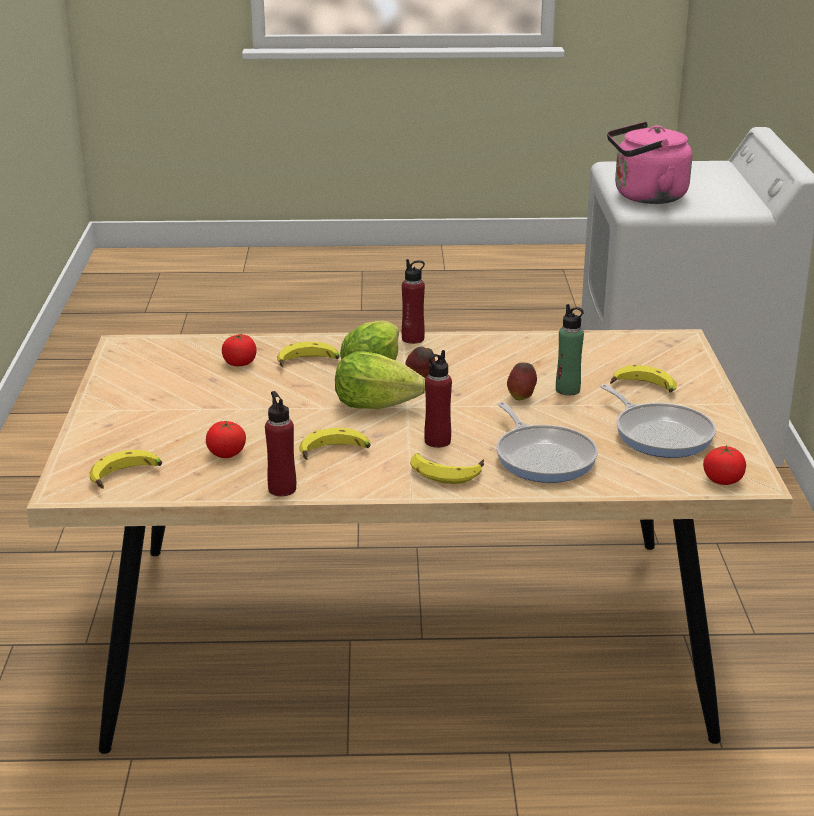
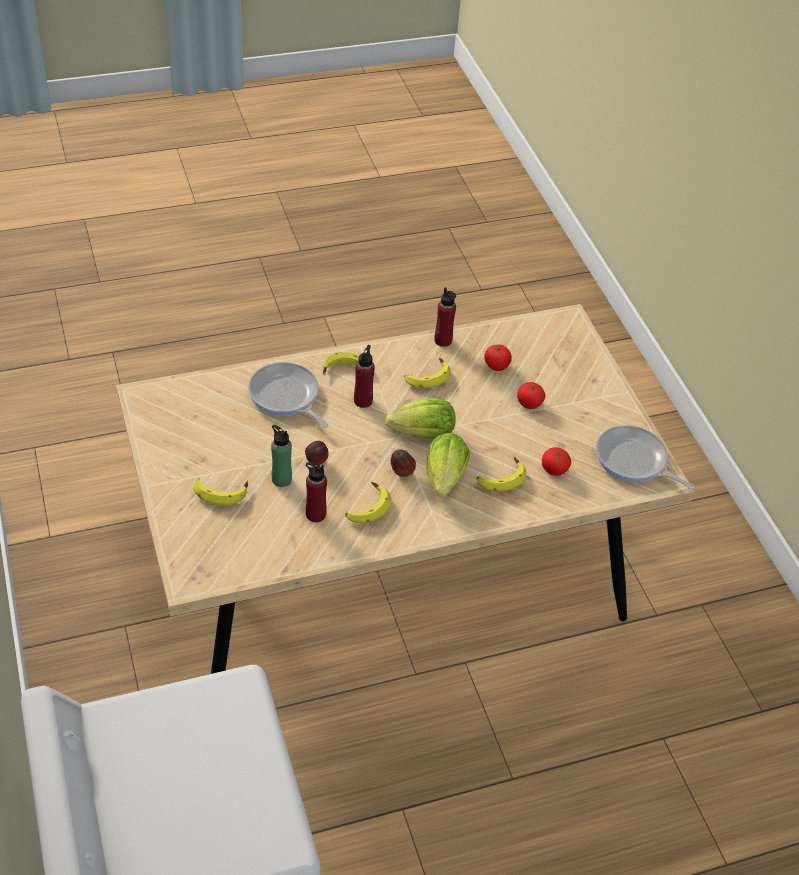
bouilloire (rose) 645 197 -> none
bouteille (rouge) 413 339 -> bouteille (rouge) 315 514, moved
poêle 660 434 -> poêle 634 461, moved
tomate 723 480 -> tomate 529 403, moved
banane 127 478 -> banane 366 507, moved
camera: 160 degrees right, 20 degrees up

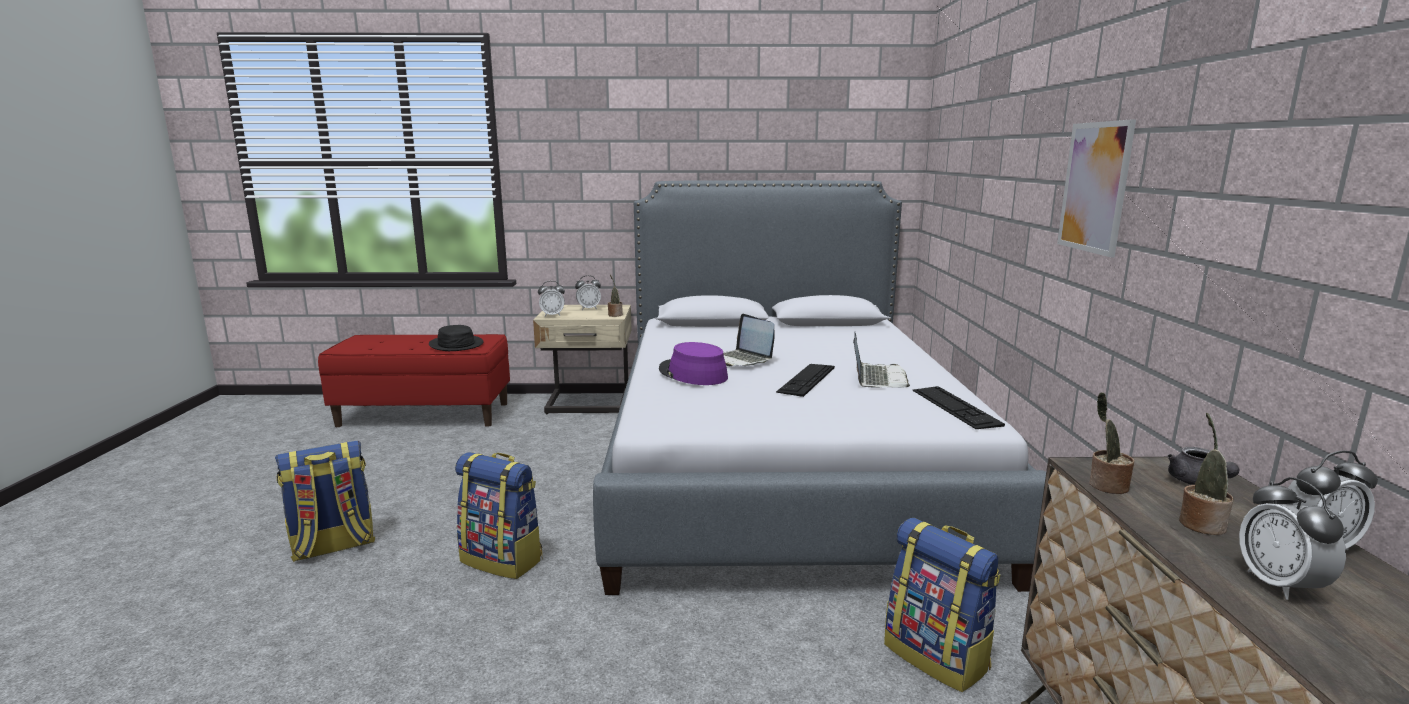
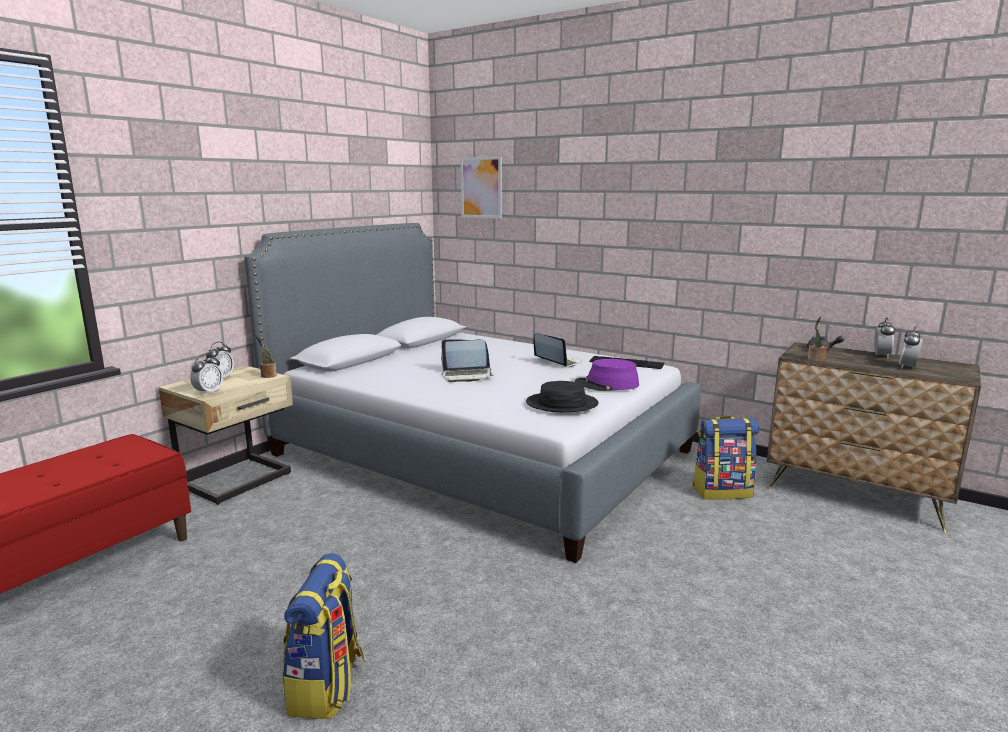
tableau 1094 187 -> tableau 481 187, moved
chapeau (noir) 456 344 -> chapeau (noir) 562 404, moved
chapeau (violet) 692 374 -> chapeau (violet) 607 384, moved
clavier 806 379 -> none
plante en pot 1200 523 -> none
sac à dos 503 560 -> none
réveil 1279 585 -> réveil 907 367, 90 degrees clockwise
camera: 55 degrees left, 0 degrees up

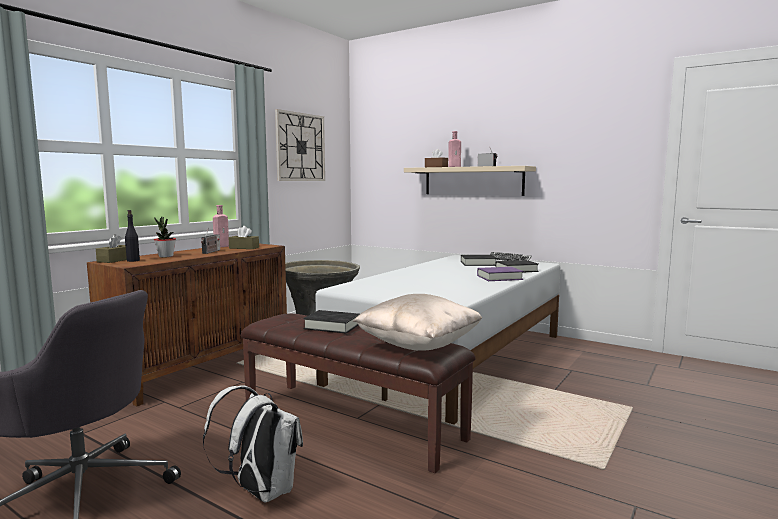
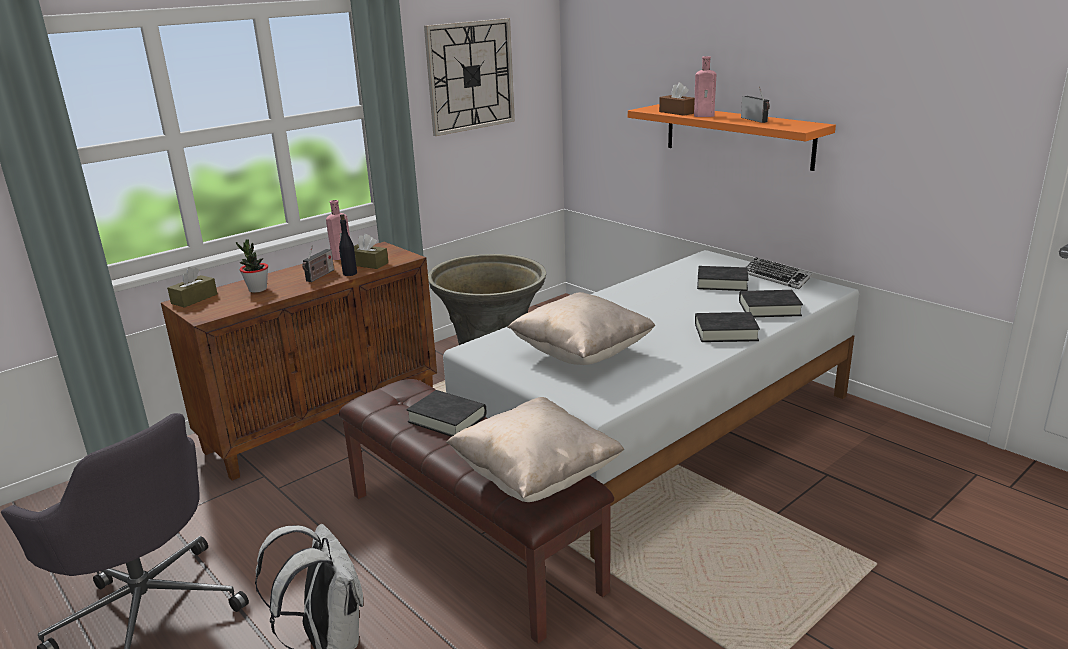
étagère (beige) 473 181 -> étagère (orange) 737 136
bouteille (noir) 133 260 -> bouteille (noir) 349 273, moved
livre (violet) 499 278 -> livre (noir) 726 332
none -> coussin (beige) 582 354
camera: 15 degrees right, 15 degrees up

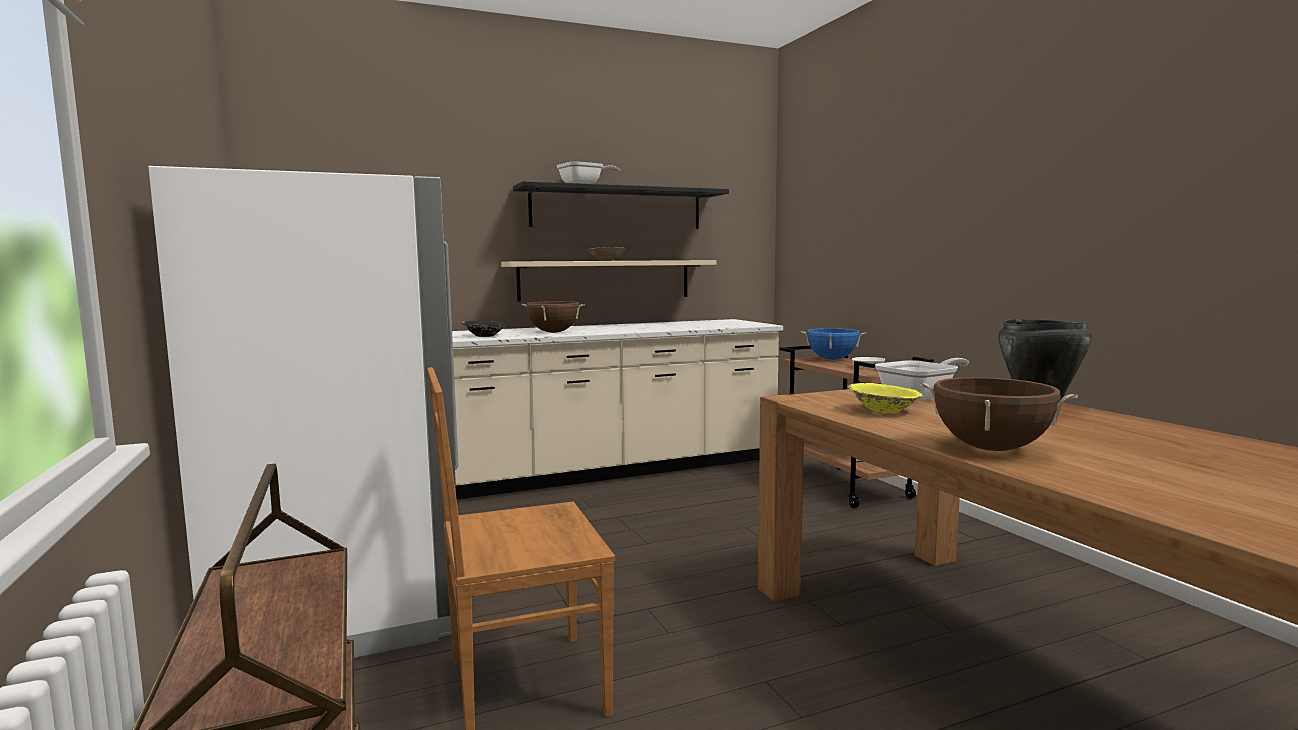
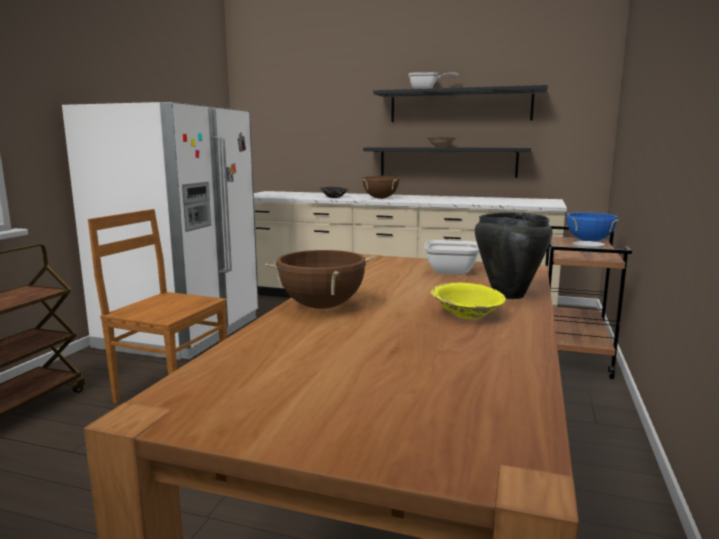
étagère (beige) 605 280 -> étagère (noir) 447 162
bol (jaune) 883 410 -> bol (jaune) 467 315, moved
camera: 40 degrees right, 5 degrees up

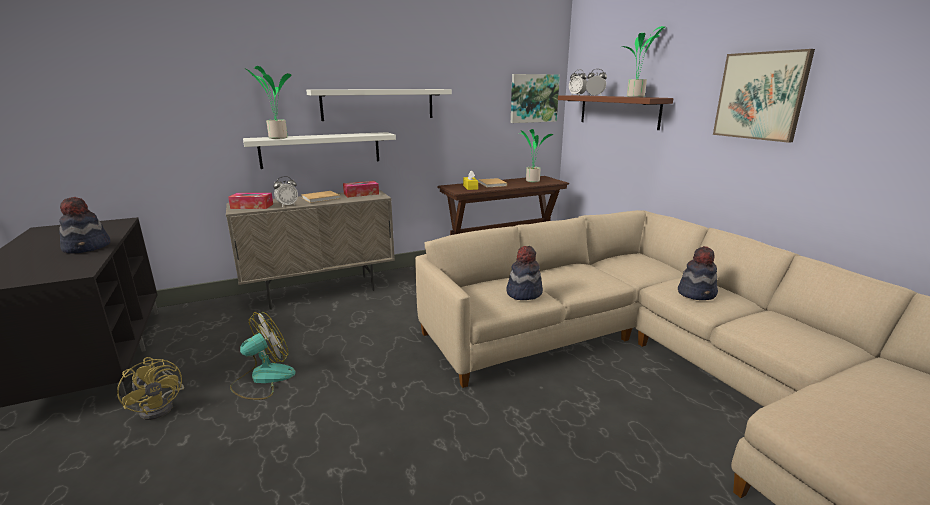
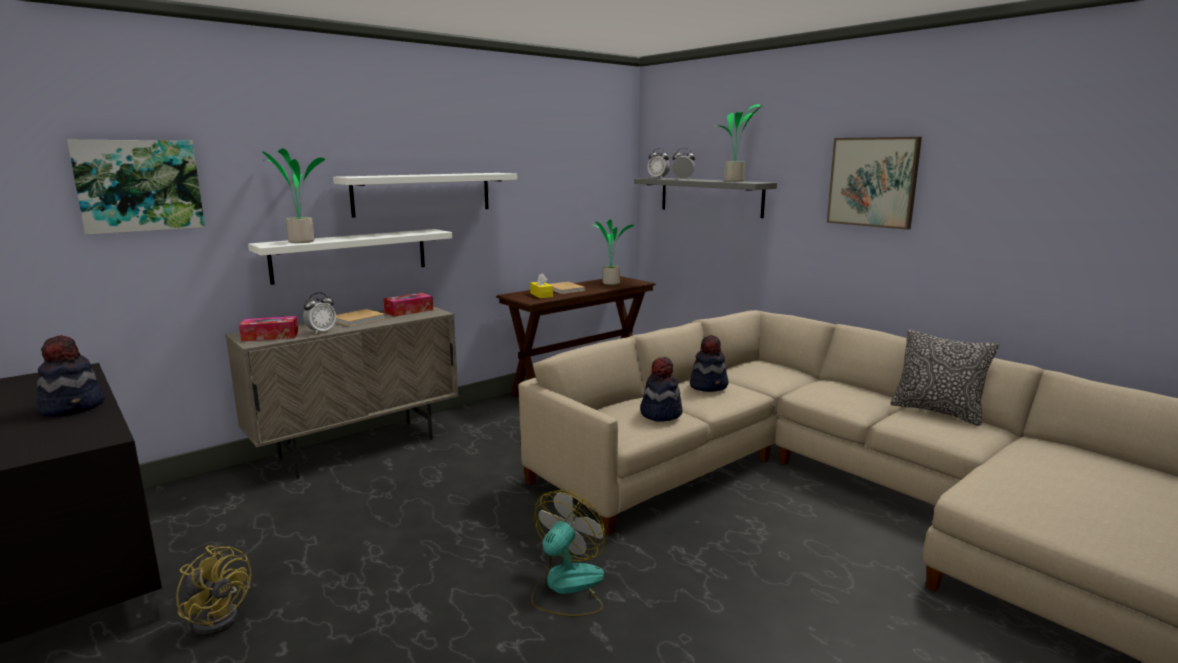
tableau 533 98 -> tableau 139 185, moved
étagère (marron) 618 111 -> étagère (gris) 710 196
chapeau 697 293 -> chapeau 709 386, moved
ventilateur 263 379 -> ventilateur 566 587, moved
none -> coussin 937 411
camera: 15 degrees left, 5 degrees down

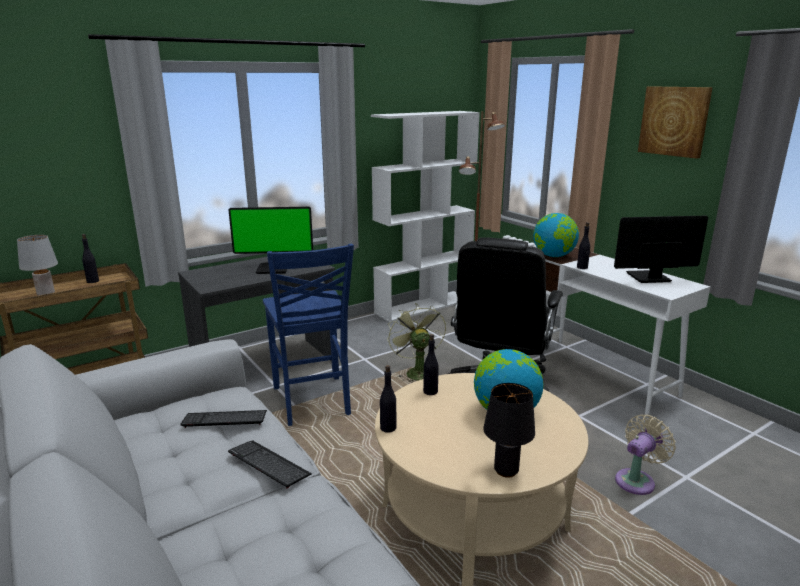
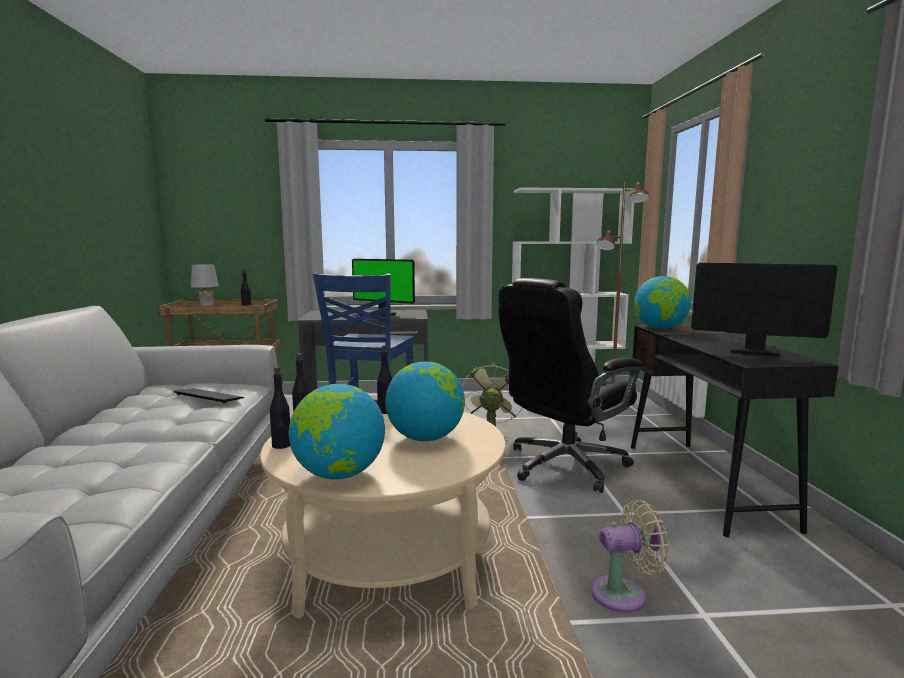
tableau 674 121 -> none
bouteille (noir) 582 267 -> bouteille (noir) 281 445, moved
bureau (blanc) 599 373 -> bureau (noir) 704 483
lampe de table (noir) 505 471 -> globe 339 474
clavier 268 464 -> none
camera: 30 degrees right, 10 degrees down

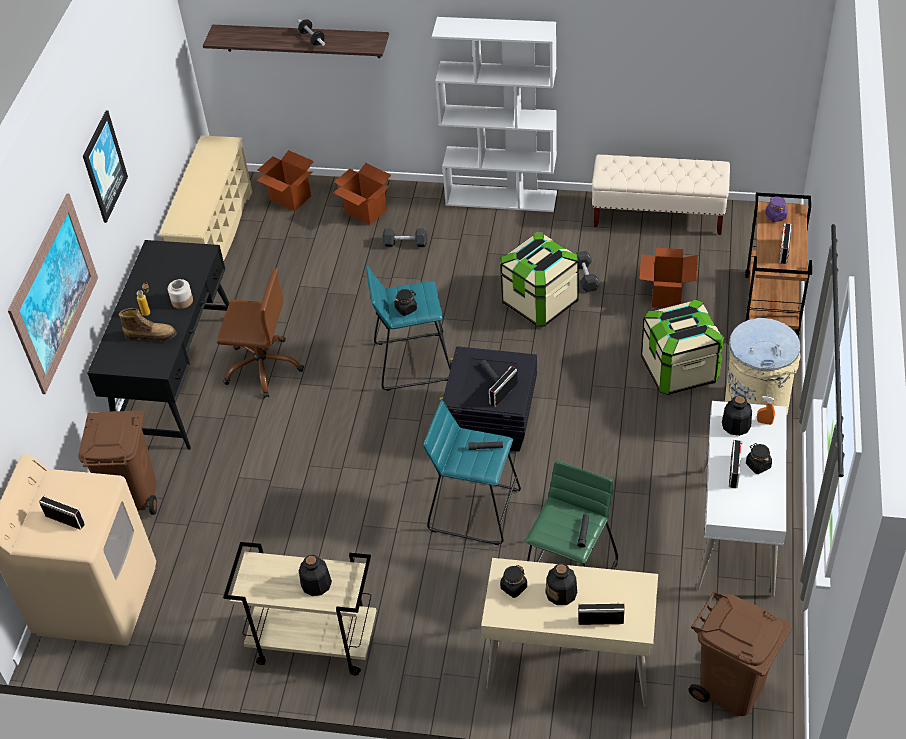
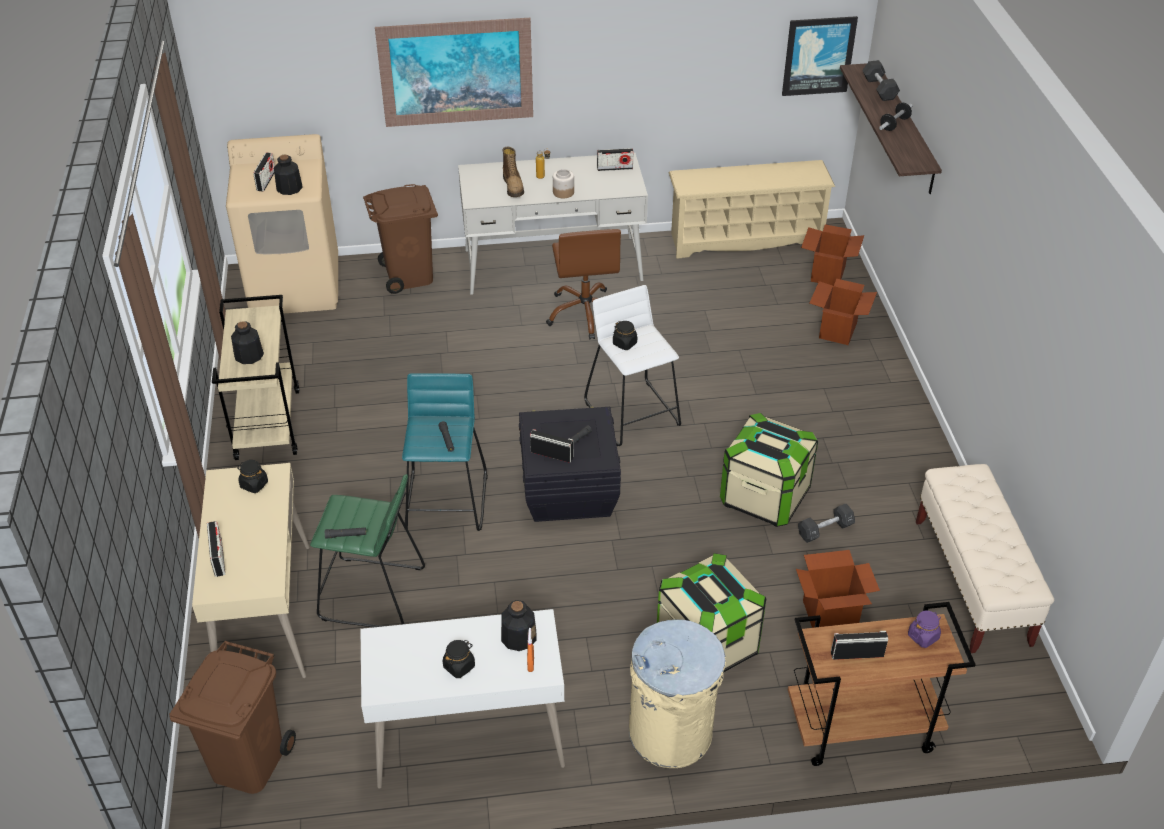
bibliothèque (blanc) 502 198 -> none
tableau 103 166 -> tableau 818 55, moved
haltère (noir) 405 243 -> haltère (noir) 879 89, moved
bureau (noir) 178 377 -> bureau (blanc) 553 265
tabouret (turquoise) 412 361 -> tabouret (blanc) 633 413
radio 734 471 -> radio 614 168, moved
bouteille 561 593 -> bouteille 289 188, moved
camera: 70 degrees right, 5 degrees down

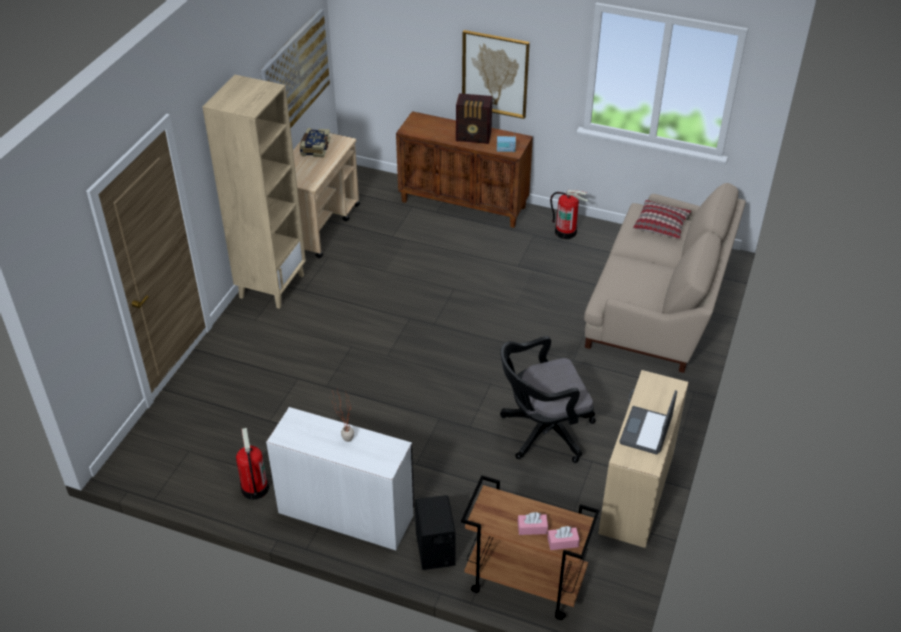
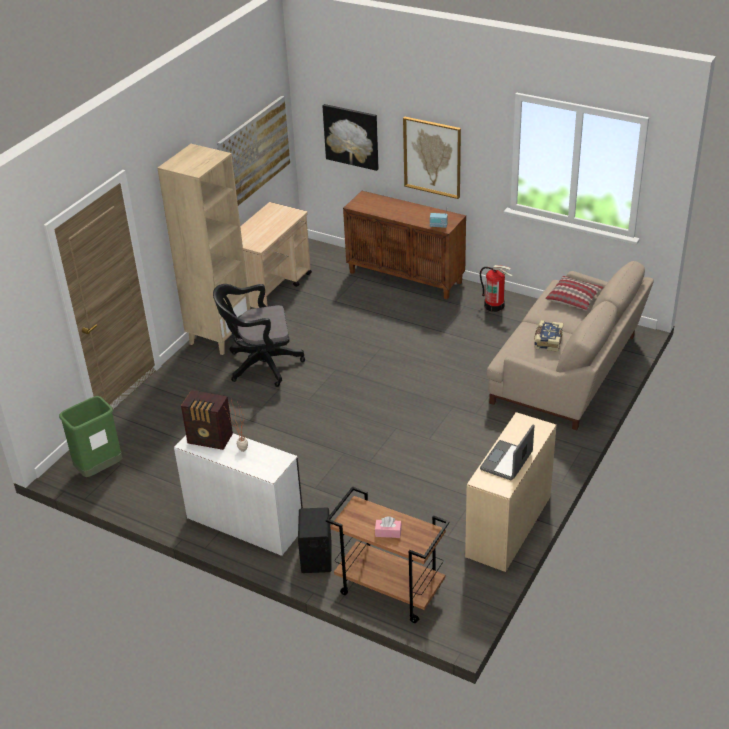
radio 474 137 -> radio 210 439, moved
livre 314 148 -> livre 547 341, moved
chaise de bureau (noir) 542 432 -> chaise de bureau (noir) 260 365, moved
extincteur 254 488 -> none
boîte à mouchoirs (rose) 562 542 -> none
none -> tableau 351 136
none -> poubelle (vert) 100 469
camera: 10 degrees right, 5 degrees down

